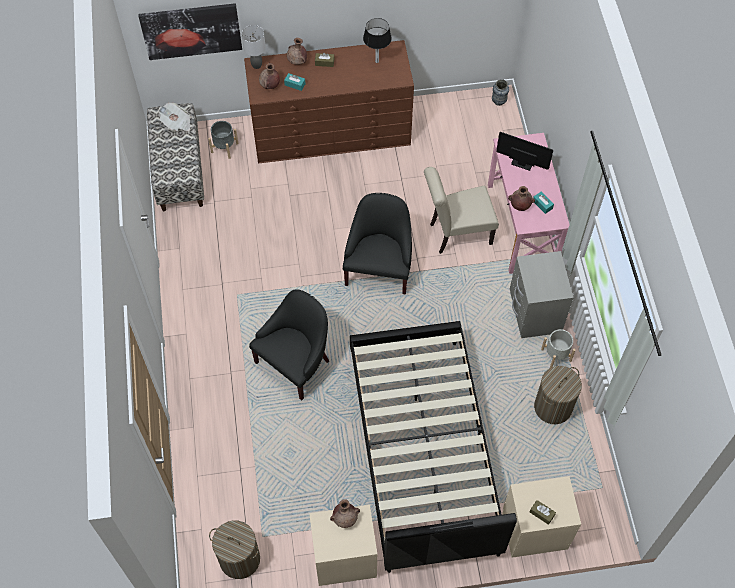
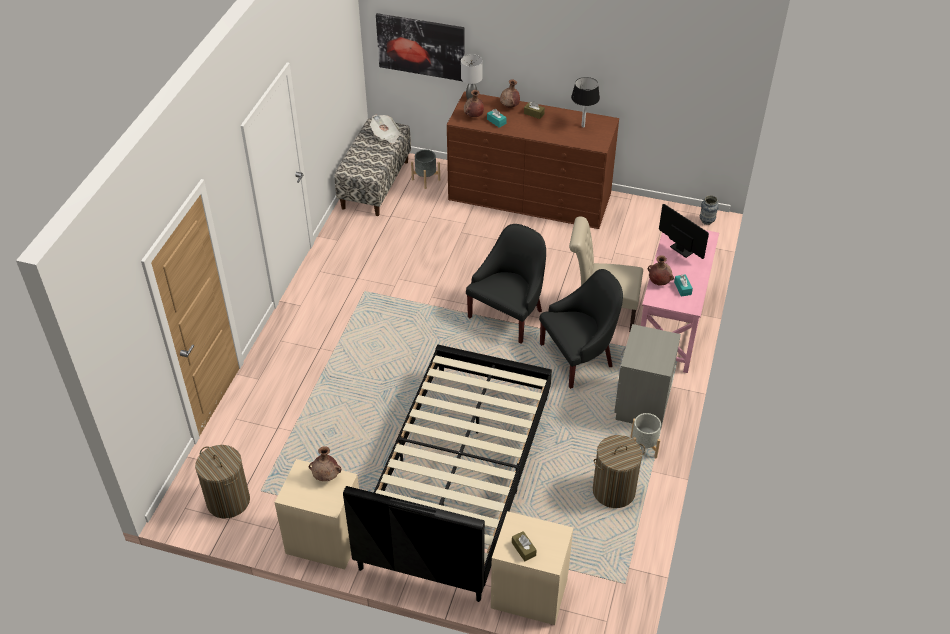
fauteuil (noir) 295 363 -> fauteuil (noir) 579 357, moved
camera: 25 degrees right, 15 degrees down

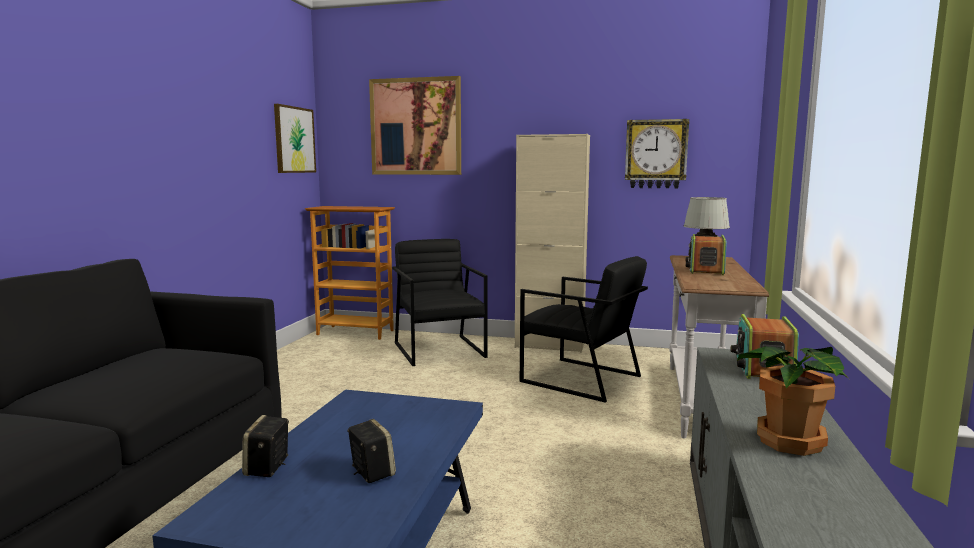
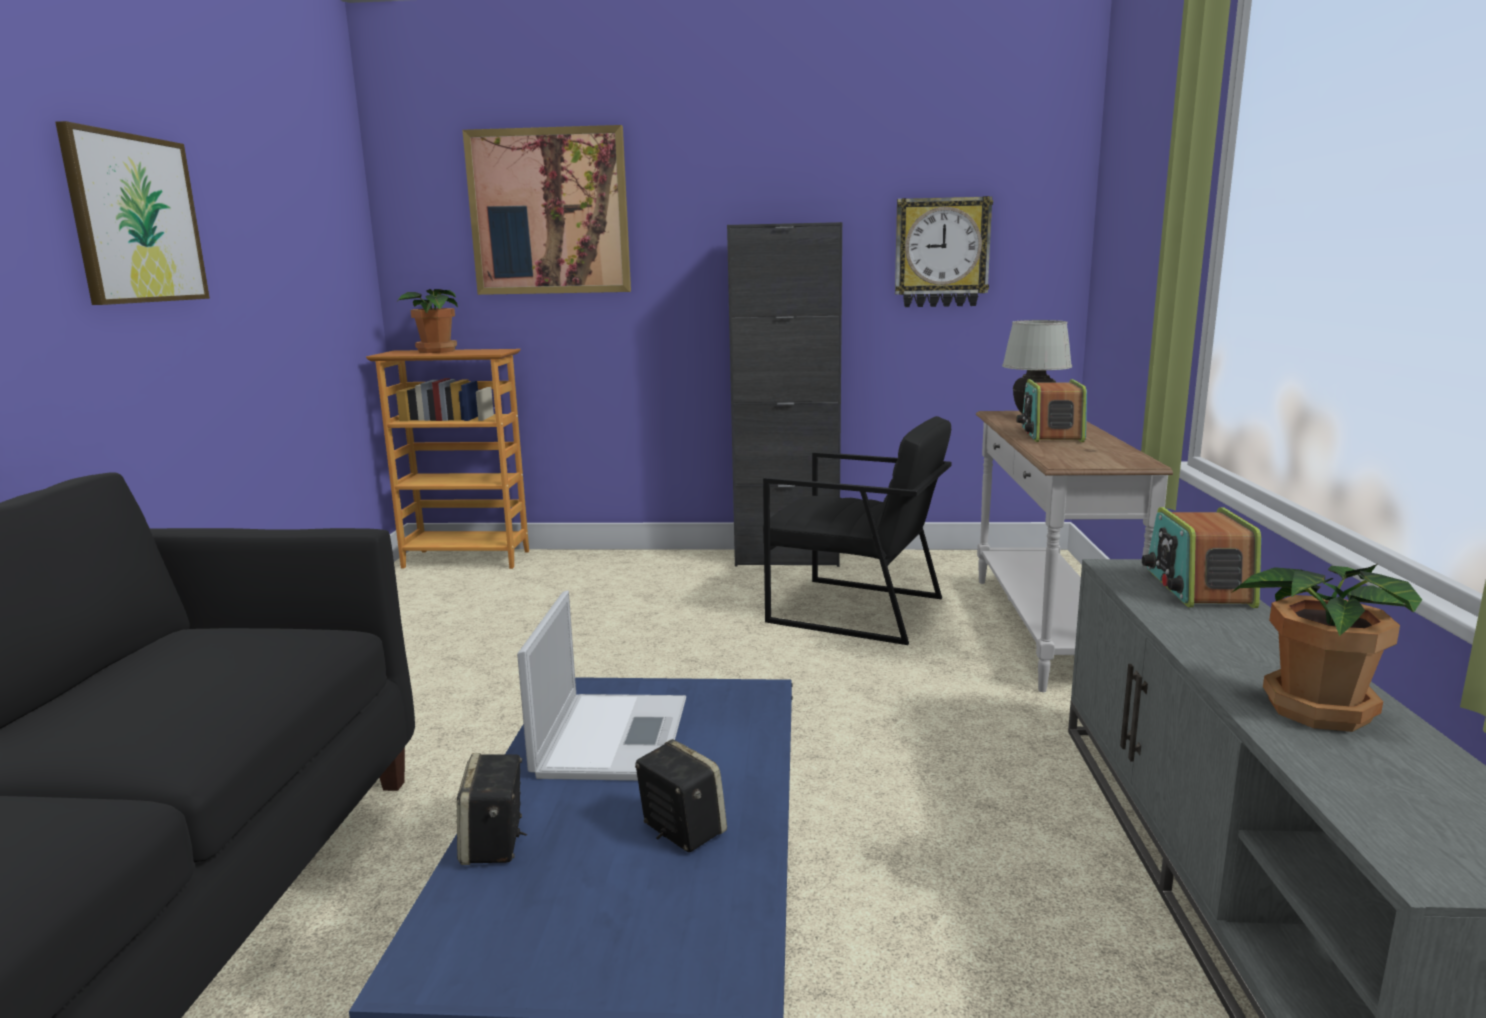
tableau 294 140 -> tableau 135 219, moved
meuble de rangement (beige) 549 346 -> meuble de rangement (noir) 787 559
fauteuil (noir) 439 350 -> none
none -> plante en pot 436 351
none -> ordinateur portable 612 735
camera: 10 degrees left, 5 degrees up

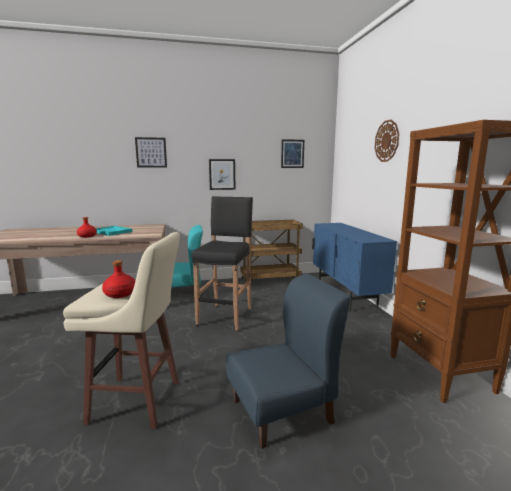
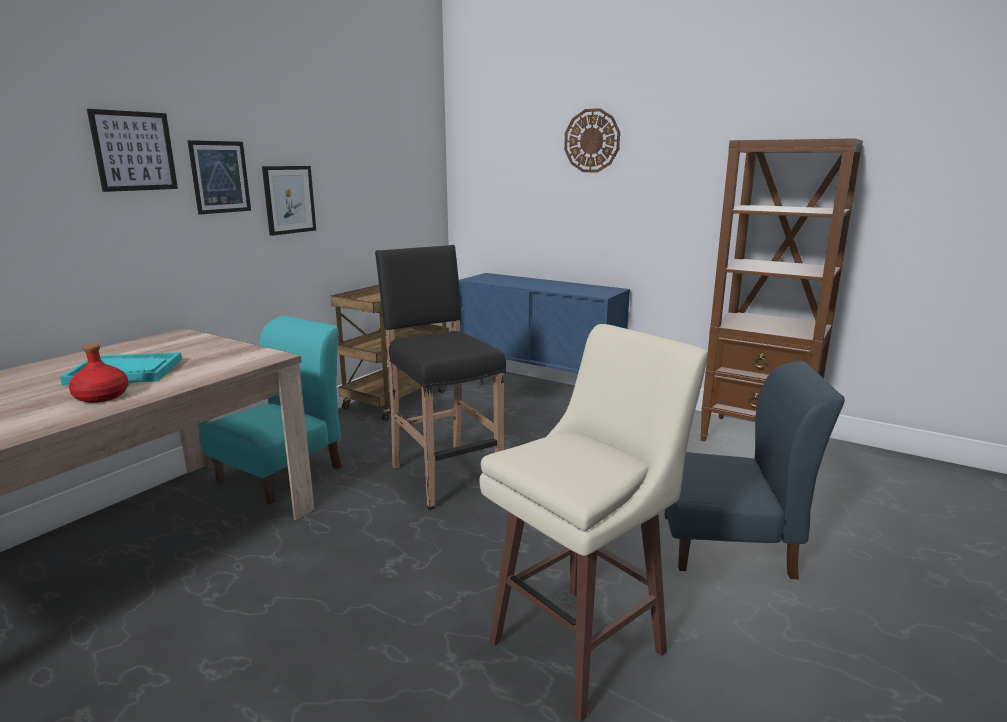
tableau 292 153 -> tableau 220 177, moved
bouteille (rouge) 120 294 -> none
chaise (bleu) 283 411 -> chaise (bleu) 727 545, 75 degrees clockwise
camera: 45 degrees left, 5 degrees up

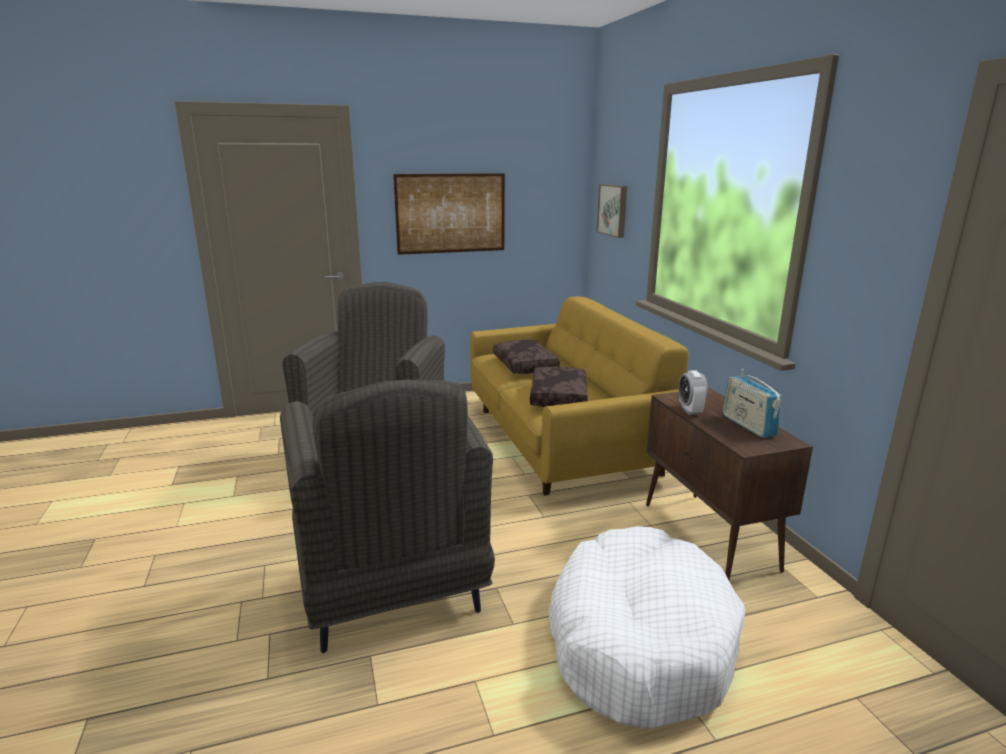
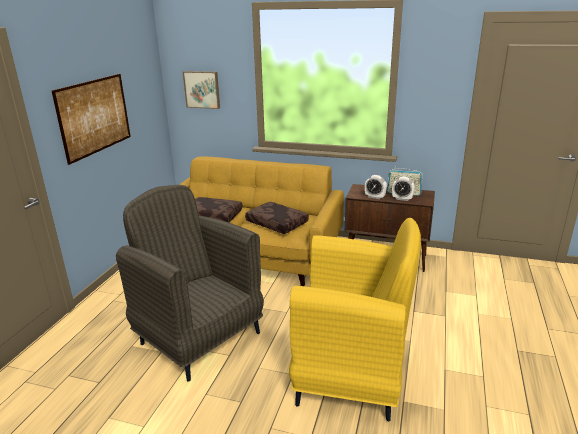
fauteuil (gris) 391 592 -> fauteuil (jaune) 351 375
panier pour chien (blanc) 639 640 -> none
none -> réveil 402 199
camera: 55 degrees left, 5 degrees up

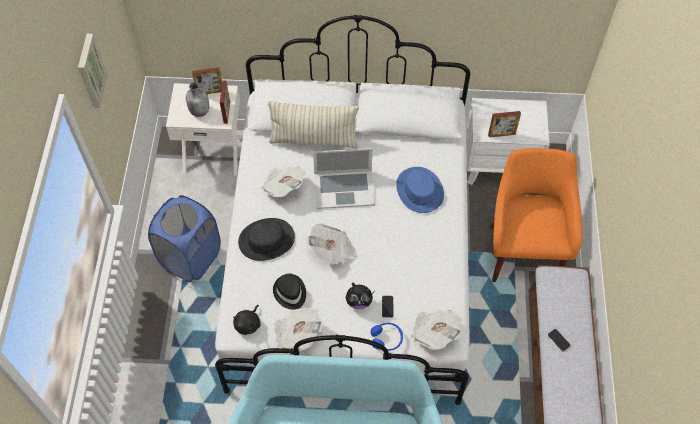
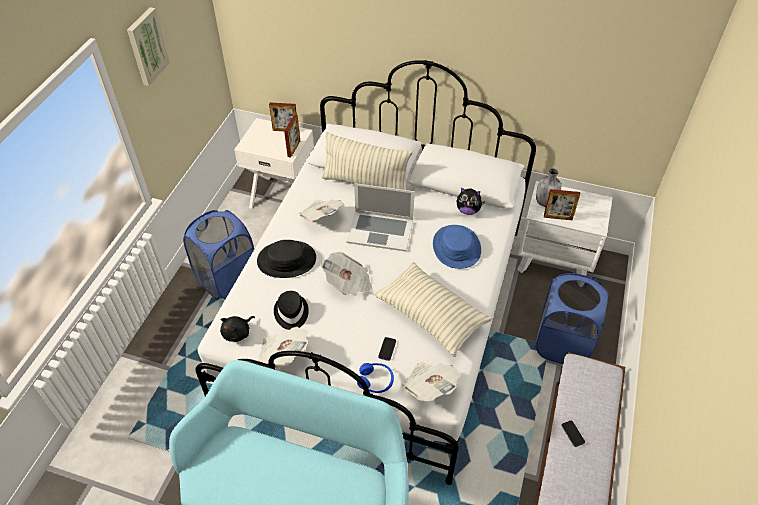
bouteille (gris) 199 111 -> bouteille (gris) 545 202, moved
fauteuil (orange) 524 249 -> panier à linge (bleu) 561 343
peluche 359 301 -> peluche 468 210, moved
none -> coussin 431 316
camera: 15 degrees right, 10 degrees down

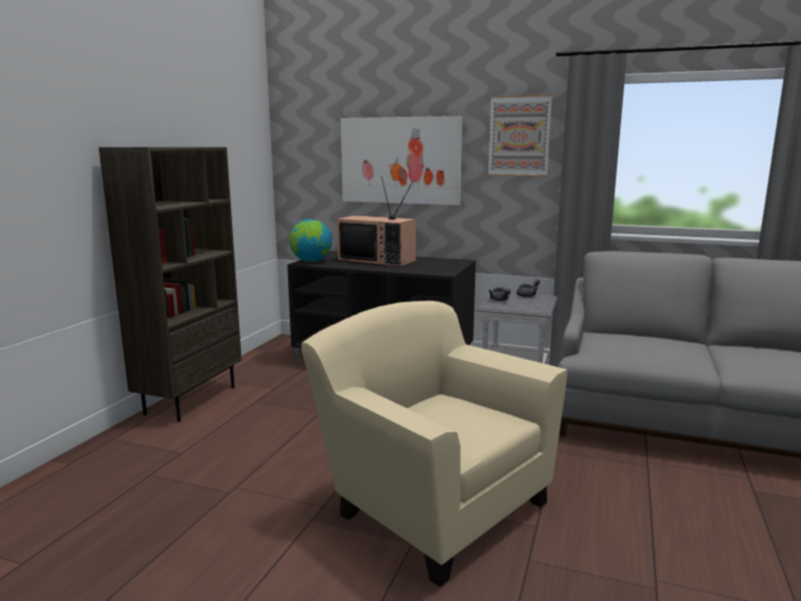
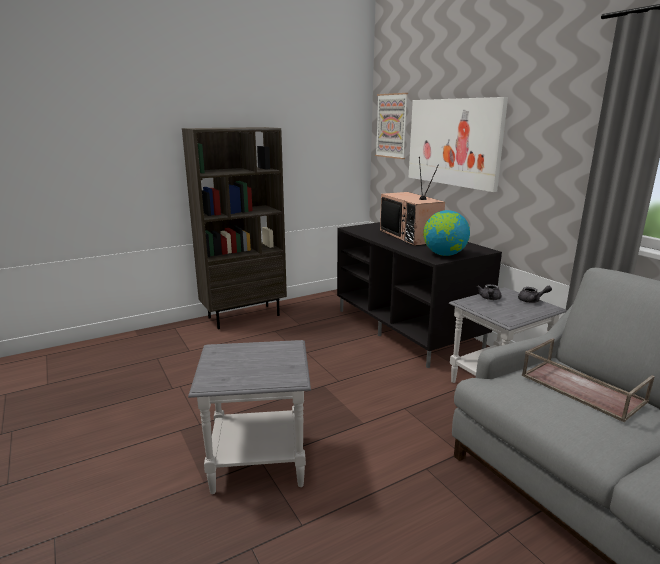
tableau 519 136 -> tableau 391 126, moved
globe 311 261 -> globe 444 254, moved
fauteuil (beige) 433 505 -> table d'appoint (gris) 259 462
none -> plateau (marron) 580 388
camera: 40 degrees right, 5 degrees up

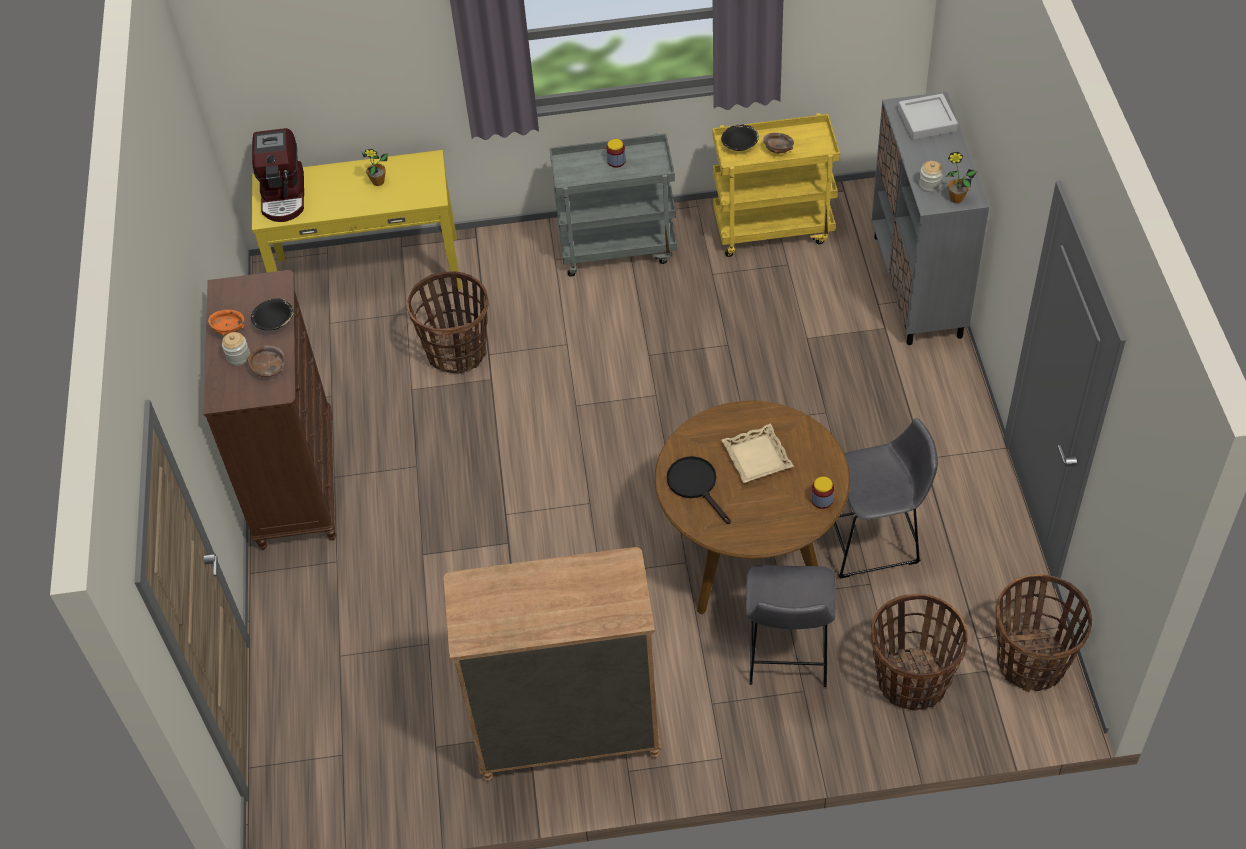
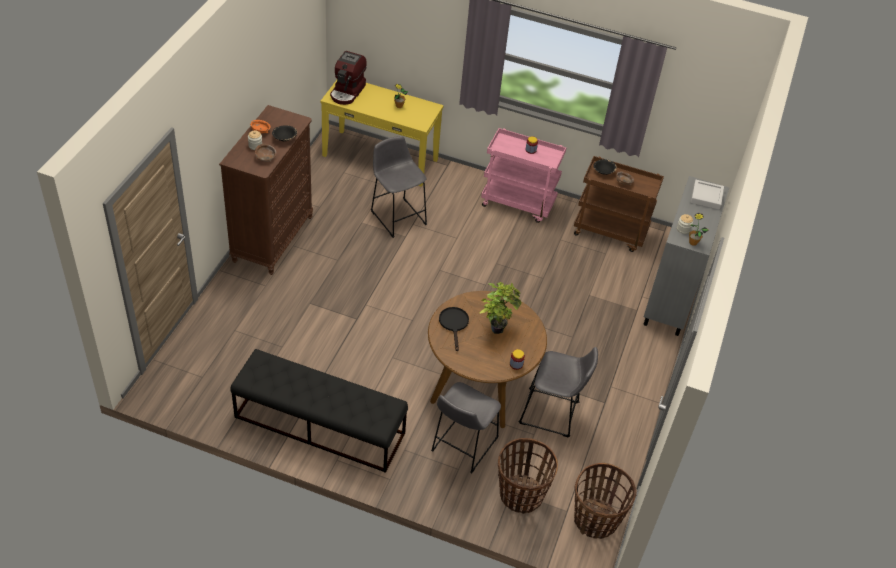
chariot (jaune) 773 228 -> chariot (marron) 610 232
chariot (gris) 618 247 -> chariot (rose) 518 203
panier 457 352 -> tabouret (gris) 397 216
plateau (beige) 756 457 -> plante en pot 496 326
commode (marron) 567 733 -> banc (noir) 319 425
camera: 20 degrees right, 5 degrees down

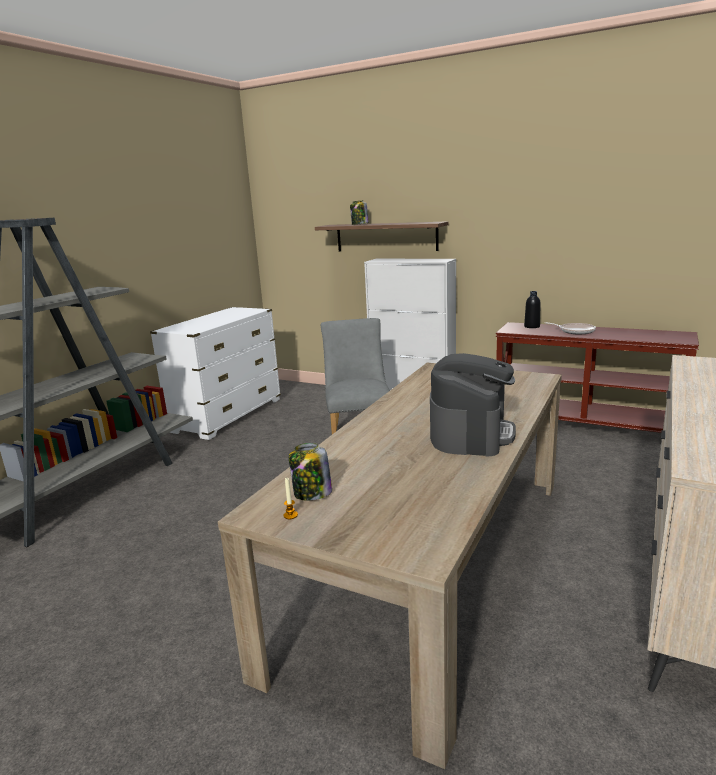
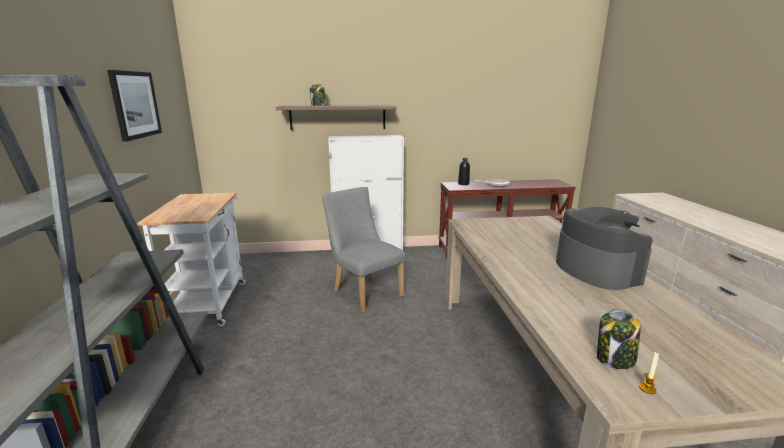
commode (blanc) 228 416 -> chariot (blanc) 210 301
none -> tableau 135 104
camera: 35 degrees left, 0 degrees up

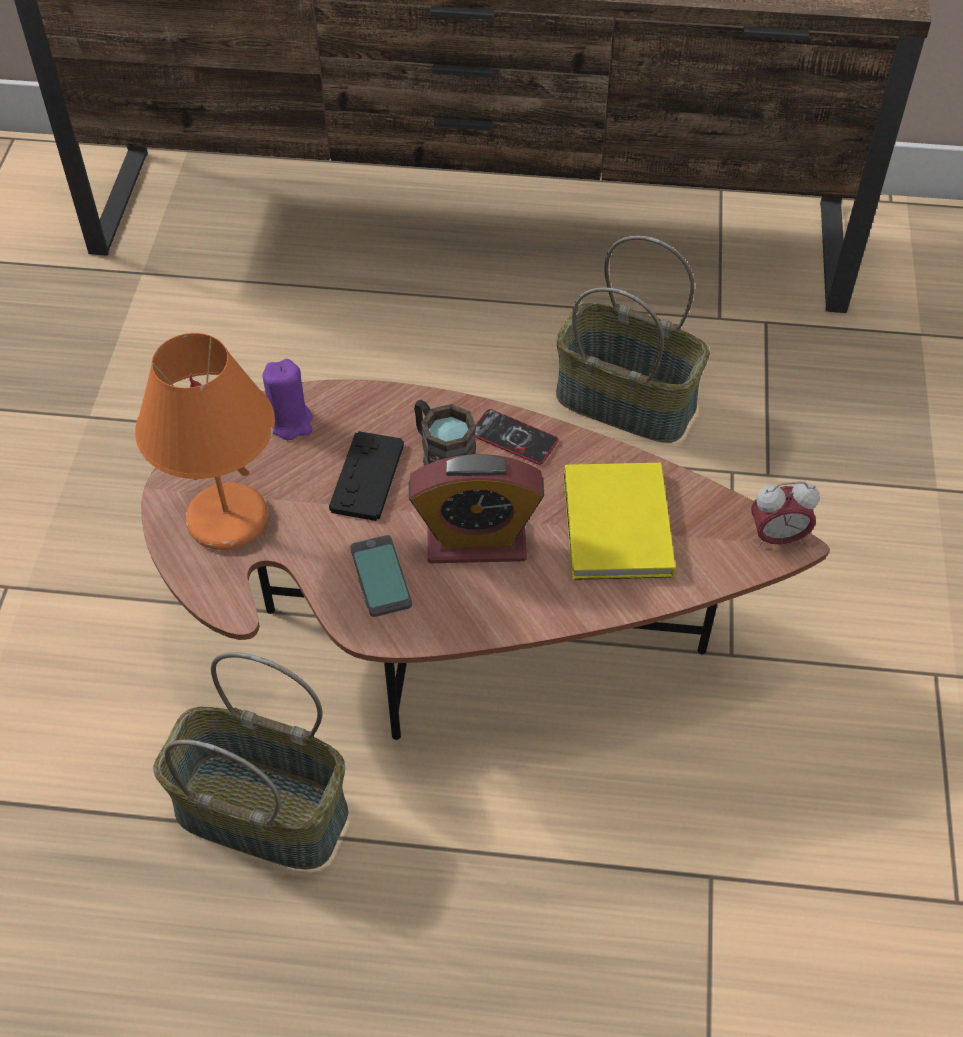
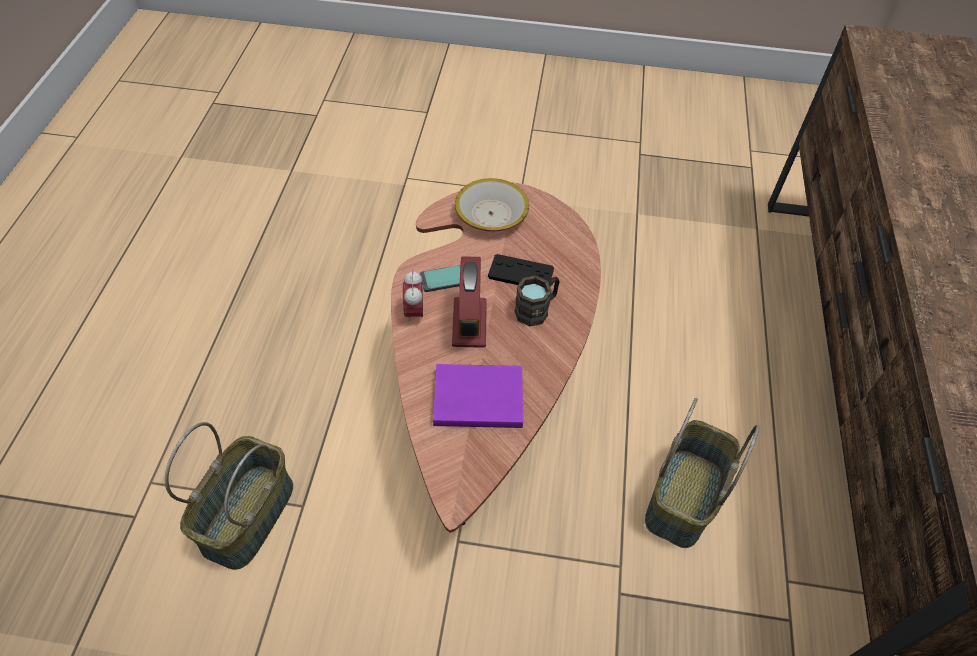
lampe de table (orange) 226 520 -> bol 491 214
bougie (violet) 290 422 -> none
téléphone 514 438 -> none
livre (jaune) 615 528 -> livre (violet) 475 397
réveil 777 537 -> réveil 414 312, moved
panier 259 814 -> panier 247 515, moved
camera: 90 degrees right, 0 degrees up

